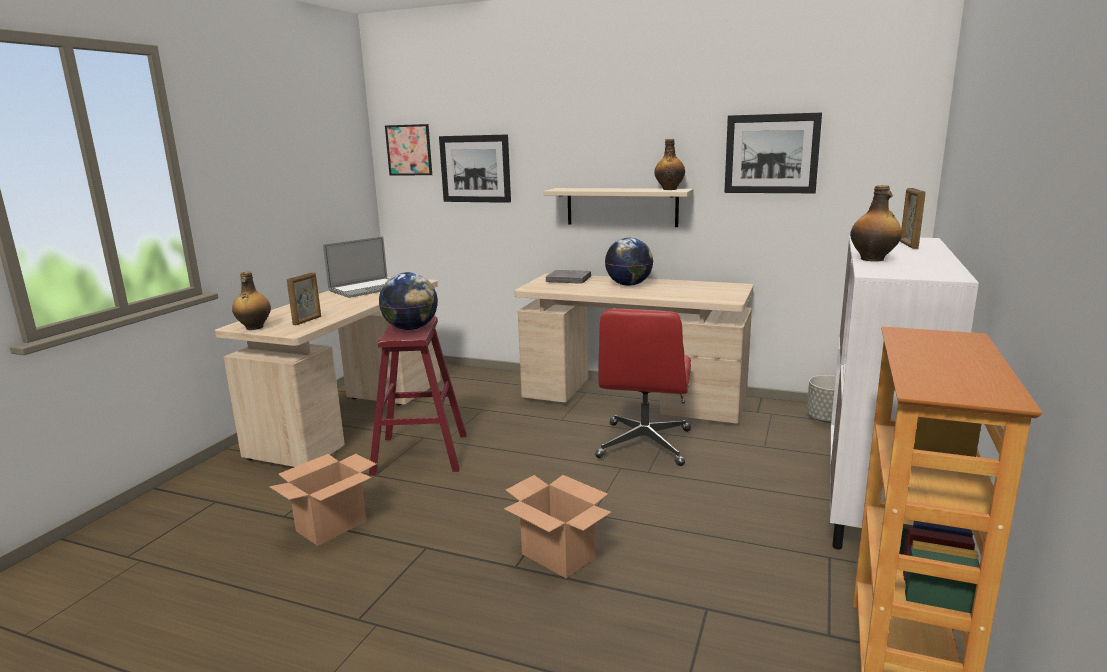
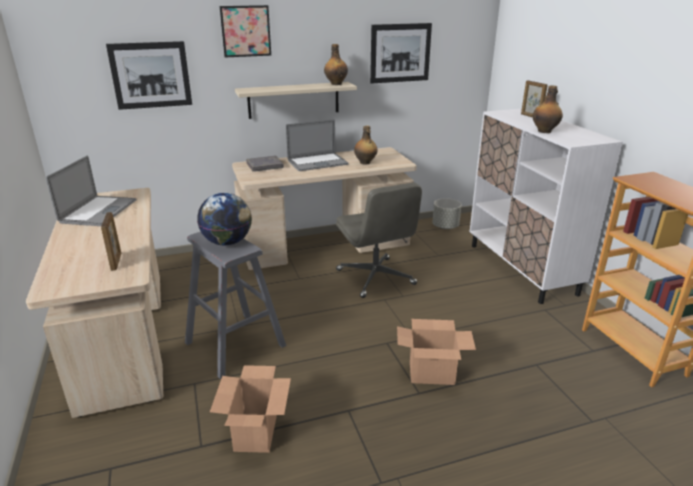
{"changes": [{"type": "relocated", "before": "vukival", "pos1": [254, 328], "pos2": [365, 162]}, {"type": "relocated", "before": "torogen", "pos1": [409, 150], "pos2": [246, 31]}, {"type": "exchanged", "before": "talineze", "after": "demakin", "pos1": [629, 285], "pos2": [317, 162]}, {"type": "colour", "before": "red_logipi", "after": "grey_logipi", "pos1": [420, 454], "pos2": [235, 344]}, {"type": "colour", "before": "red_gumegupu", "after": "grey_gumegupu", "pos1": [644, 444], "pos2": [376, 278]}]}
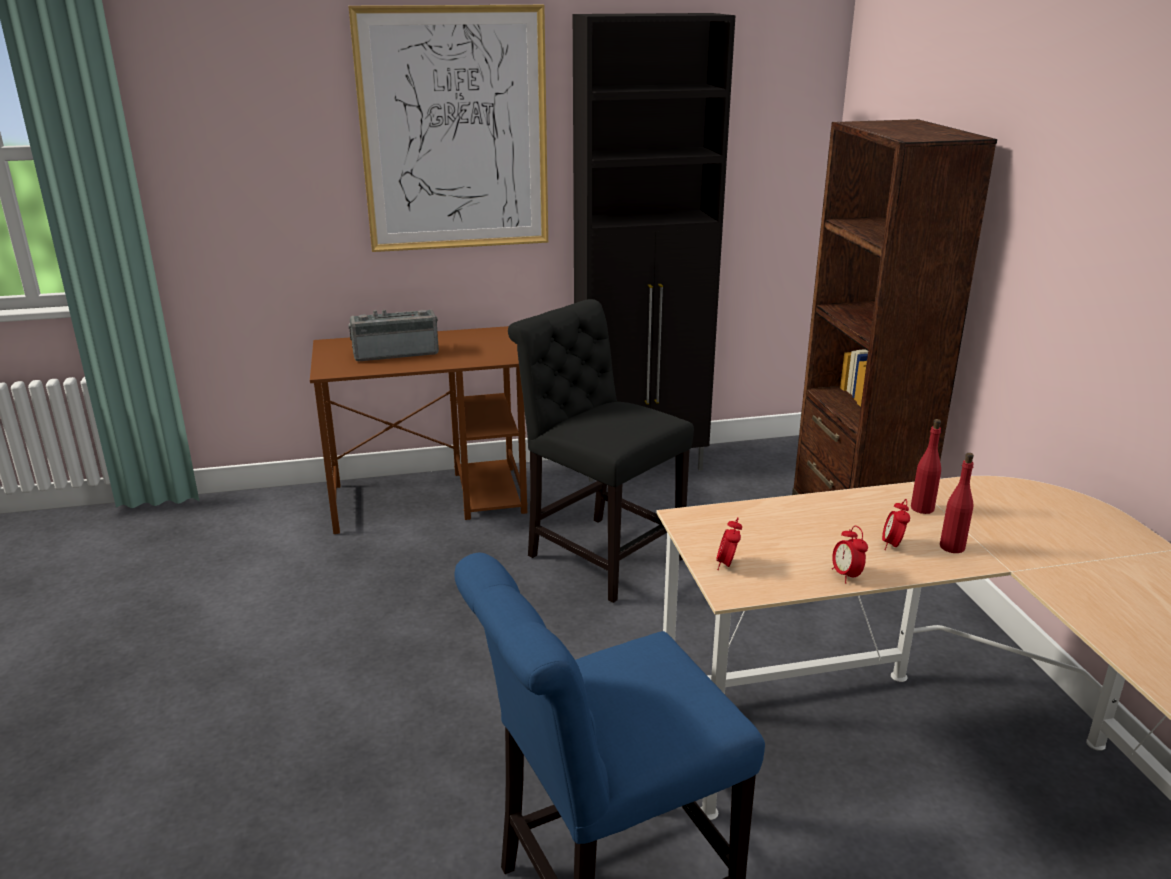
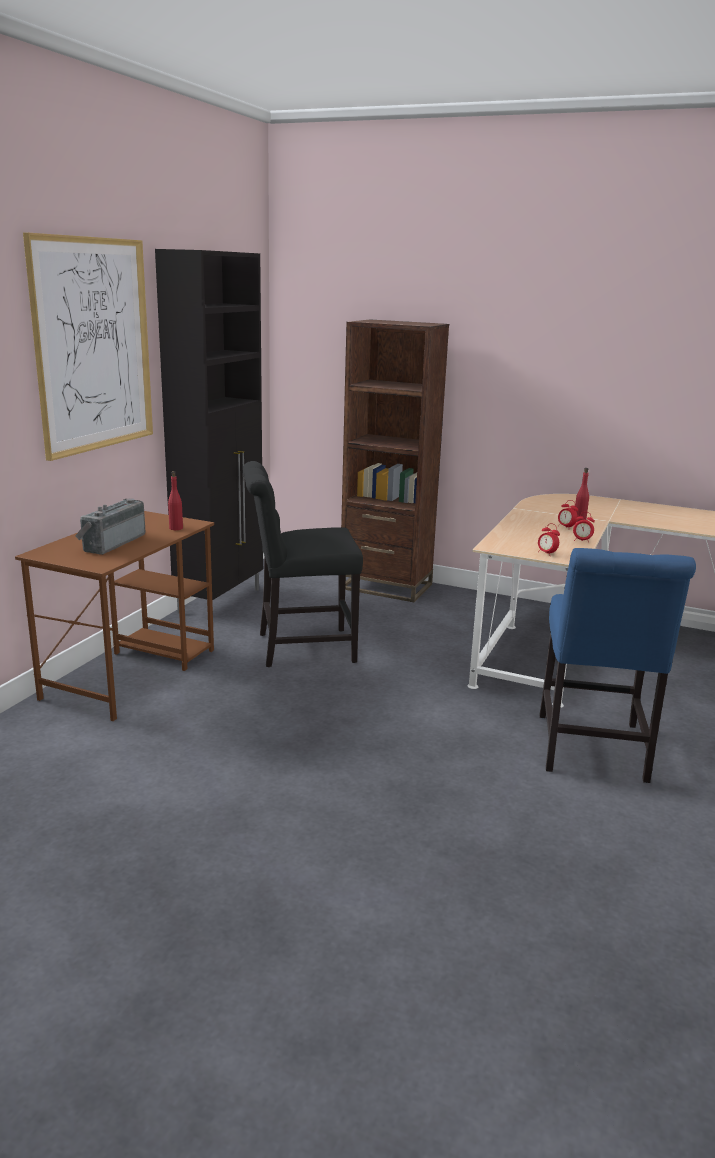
{"changes": [{"type": "relocated", "before": "red_vukival", "pos1": [922, 508], "pos2": [176, 528]}]}
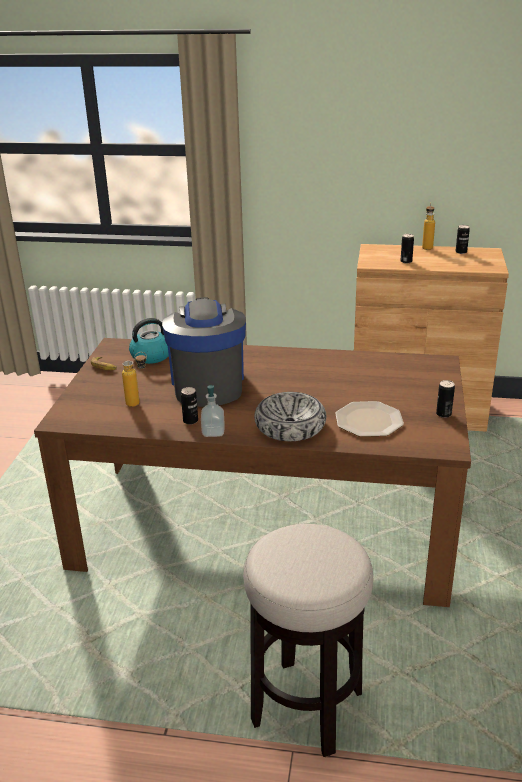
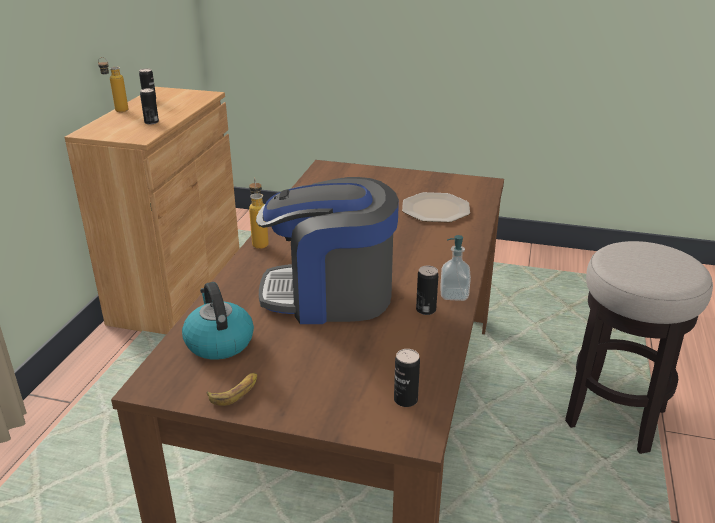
{"changes": [{"type": "missing", "before": "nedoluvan", "pos1": [290, 426]}, {"type": "relocated", "before": "vukival", "pos1": [138, 402], "pos2": [260, 242]}, {"type": "relocated", "before": "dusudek", "pos1": [443, 414], "pos2": [405, 400]}]}
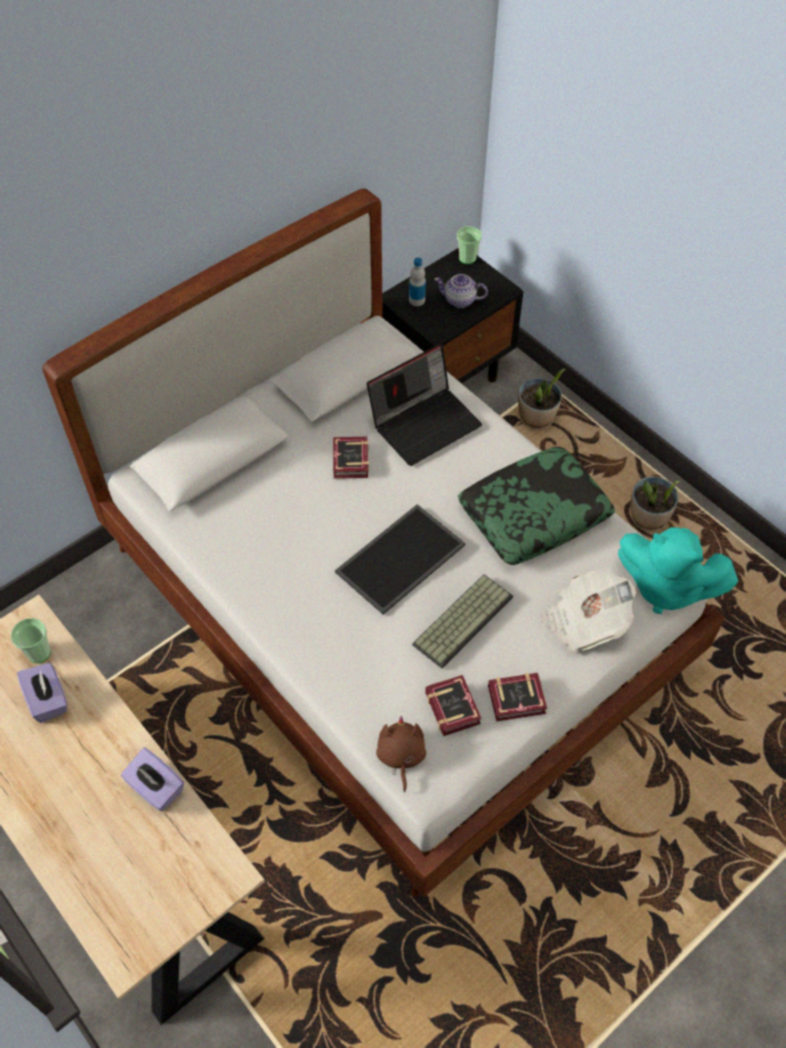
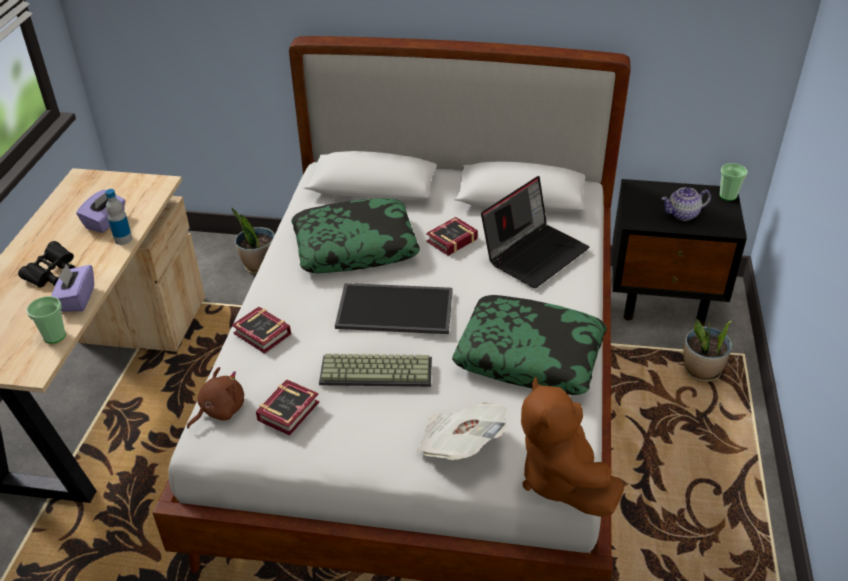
{"changes": [{"type": "appeared", "after": "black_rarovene", "pos2": [52, 275]}, {"type": "appeared", "after": "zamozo", "pos2": [355, 246]}, {"type": "relocated", "before": "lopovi", "pos1": [39, 653], "pos2": [54, 336]}, {"type": "relocated", "before": "vukival", "pos1": [417, 300], "pos2": [123, 239]}, {"type": "relocated", "before": "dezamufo", "pos1": [519, 700], "pos2": [263, 335]}, {"type": "relocated", "before": "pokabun", "pos1": [648, 519], "pos2": [259, 266]}, {"type": "colour", "before": "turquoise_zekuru", "after": "brown_zekuru", "pos1": [665, 586], "pos2": [561, 479]}, {"type": "spun", "before": "demakin", "pos1": [425, 422], "pos2": [534, 253], "turn": -60}, {"type": "spun", "before": "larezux", "pos1": [459, 300], "pos2": [682, 214], "turn": -75}]}
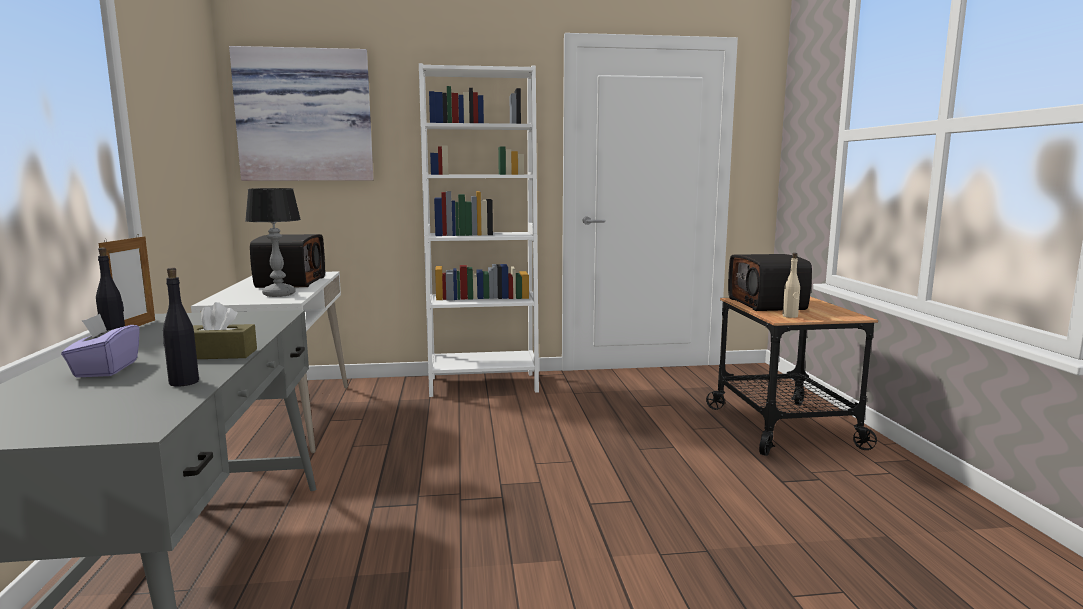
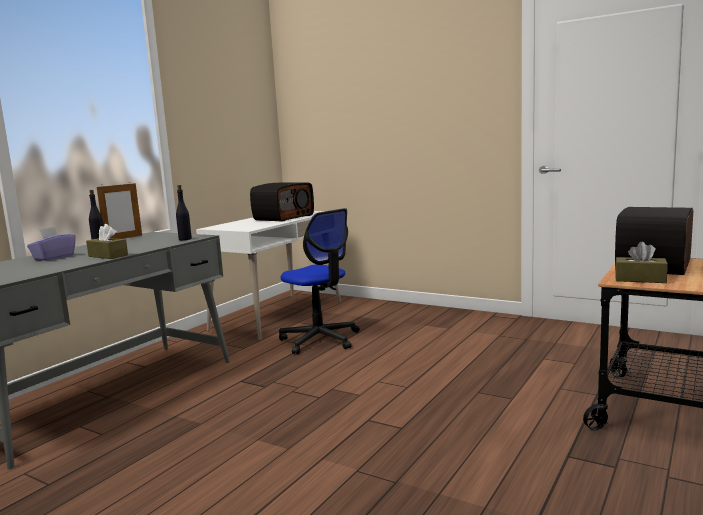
{"changes": [{"type": "missing", "before": "torogen", "pos1": [305, 116]}, {"type": "missing", "before": "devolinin", "pos1": [278, 294]}, {"type": "missing", "before": "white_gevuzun", "pos1": [483, 384]}, {"type": "appeared", "after": "gumegupu", "pos2": [320, 340]}, {"type": "relocated", "before": "black_vukival", "pos1": [183, 382], "pos2": [185, 239]}, {"type": "exchanged", "before": "beige_vukival", "after": "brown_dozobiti", "pos1": [790, 316], "pos2": [640, 279]}]}
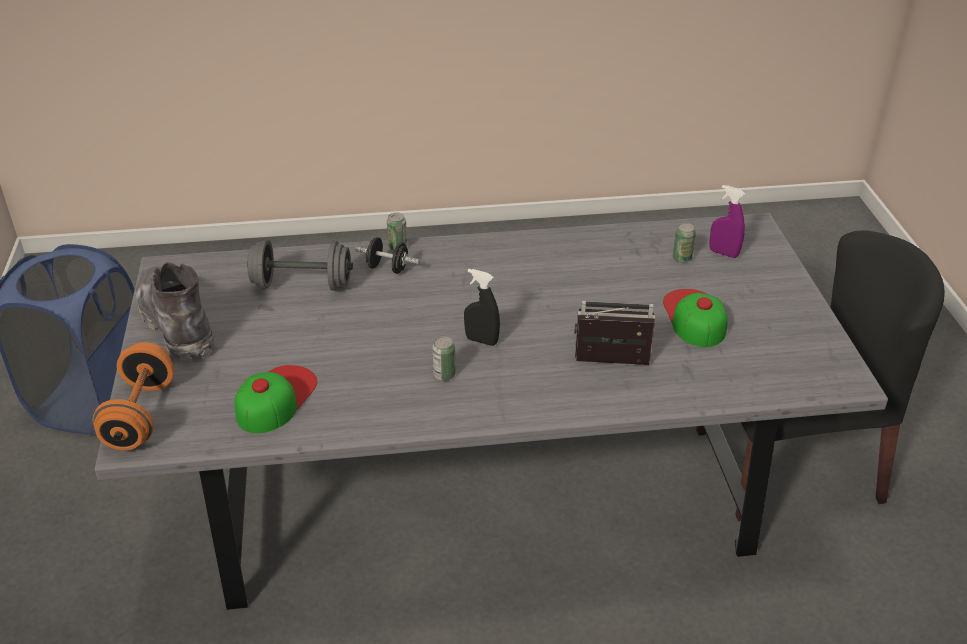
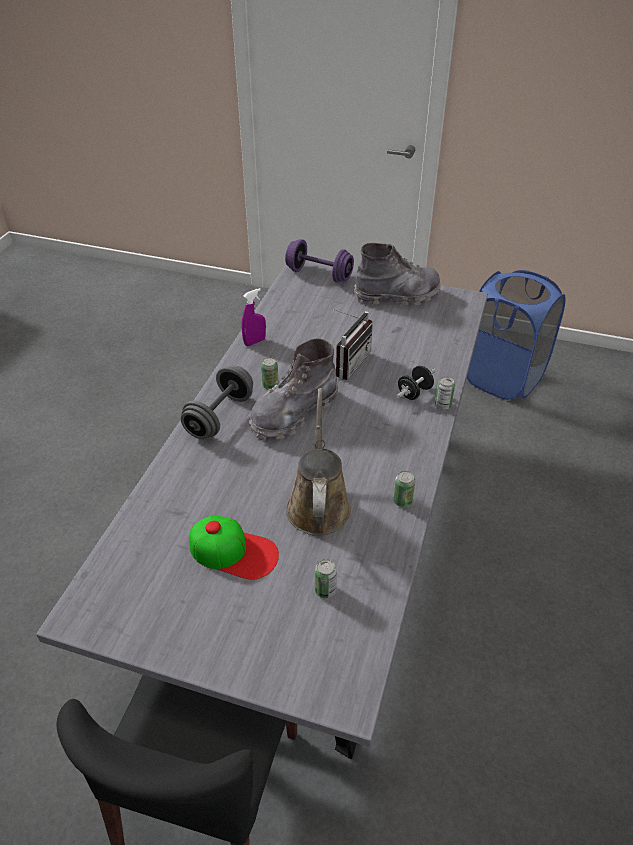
{"changes": [{"type": "missing", "before": "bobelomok", "pos1": [275, 398]}, {"type": "appeared", "after": "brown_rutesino", "pos2": [318, 504]}, {"type": "appeared", "after": "dusudek", "pos2": [402, 501]}, {"type": "relocated", "before": "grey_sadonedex", "pos1": [302, 284], "pos2": [219, 416]}, {"type": "relocated", "before": "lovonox", "pos1": [611, 365], "pos2": [348, 362]}, {"type": "relocated", "before": "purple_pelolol", "pos1": [723, 253], "pos2": [254, 342]}, {"type": "exchanged", "before": "black_pelolol", "after": "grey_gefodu", "pos1": [481, 340], "pos2": [293, 413]}, {"type": "colour", "before": "orange_sadonedex", "after": "purple_sadonedex", "pos1": [140, 415], "pos2": [319, 275]}]}
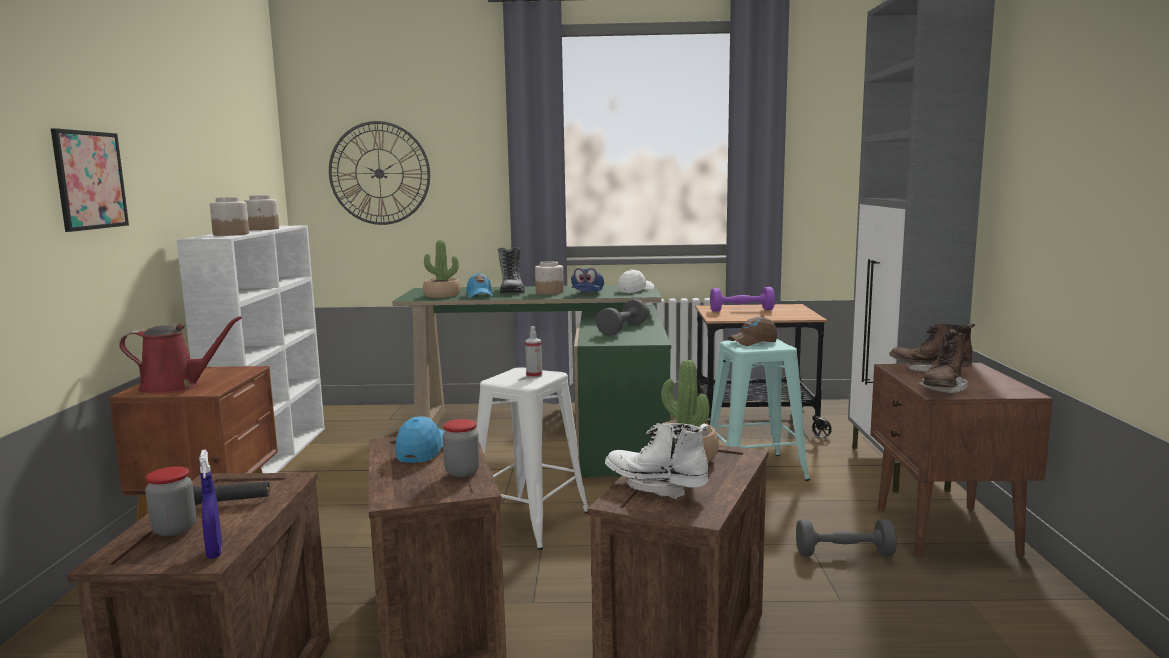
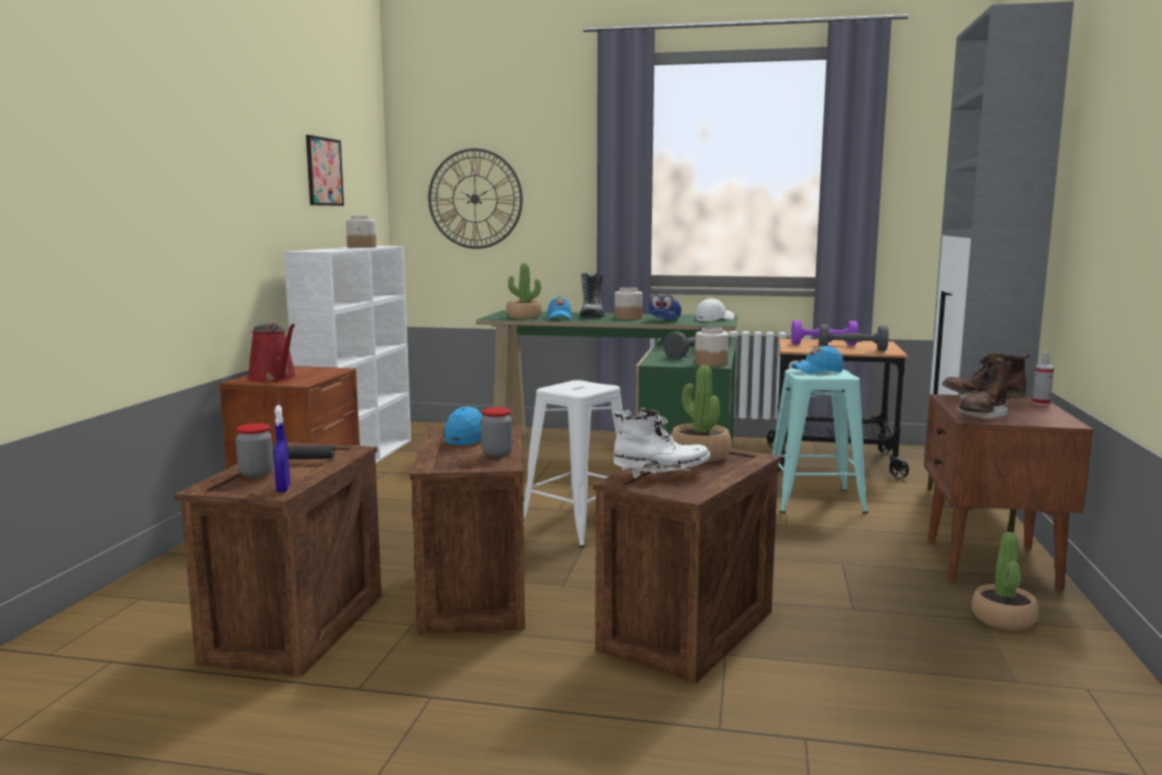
{"changes": [{"type": "appeared", "after": "pokabun", "pos2": [1003, 619]}, {"type": "relocated", "before": "torogen", "pos1": [90, 180], "pos2": [324, 171]}, {"type": "relocated", "before": "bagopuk", "pos1": [231, 234], "pos2": [711, 363]}, {"type": "relocated", "before": "pelolol", "pos1": [534, 376], "pos2": [1041, 403]}, {"type": "relocated", "before": "grey_sadonedex", "pos1": [844, 554], "pos2": [852, 349]}, {"type": "colour", "before": "brown_bobelomok", "after": "blue_bobelomok", "pos1": [752, 342], "pos2": [817, 371]}, {"type": "spun", "before": "red_rutesino", "pos1": [176, 386], "pos2": [274, 378], "turn": 45}, {"type": "spun", "before": "white_gefodu", "pos1": [656, 487], "pos2": [660, 474], "turn": 135}]}
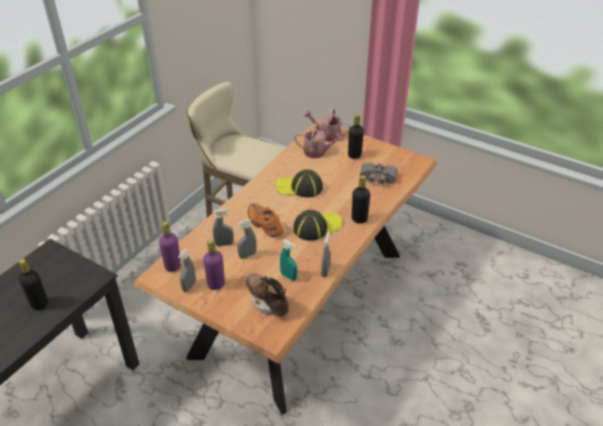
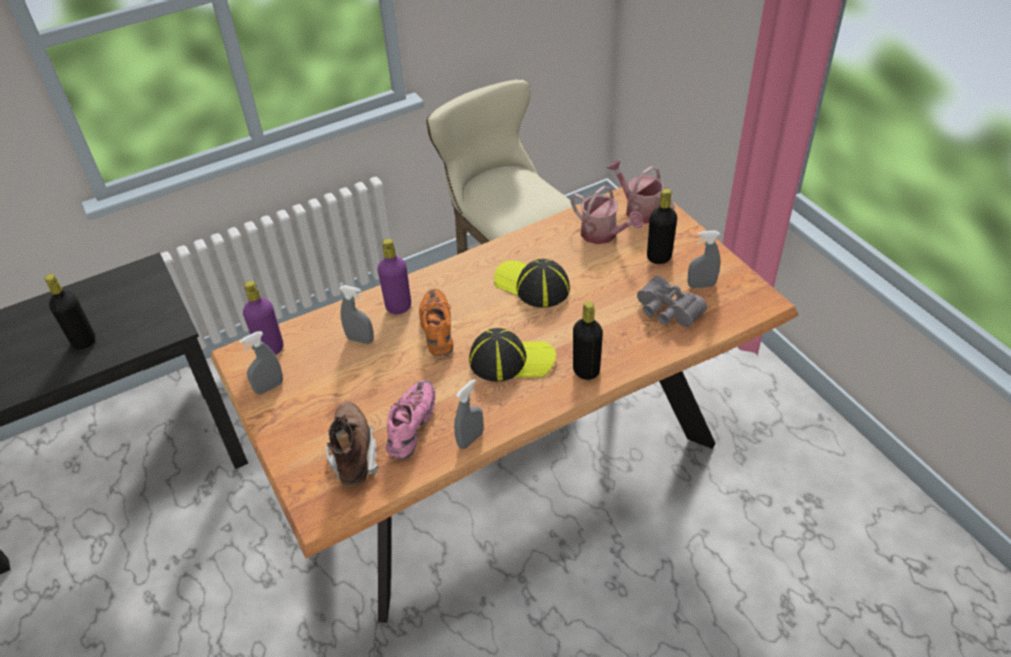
{"changes": [{"type": "relocated", "before": "purple_vukival", "pos1": [216, 284], "pos2": [398, 307]}, {"type": "relocated", "before": "grey_pelolol", "pos1": [247, 255], "pos2": [701, 285]}, {"type": "exchanged", "before": "turquoise_pelolol", "after": "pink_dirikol", "pos1": [288, 276], "pos2": [411, 425]}]}
